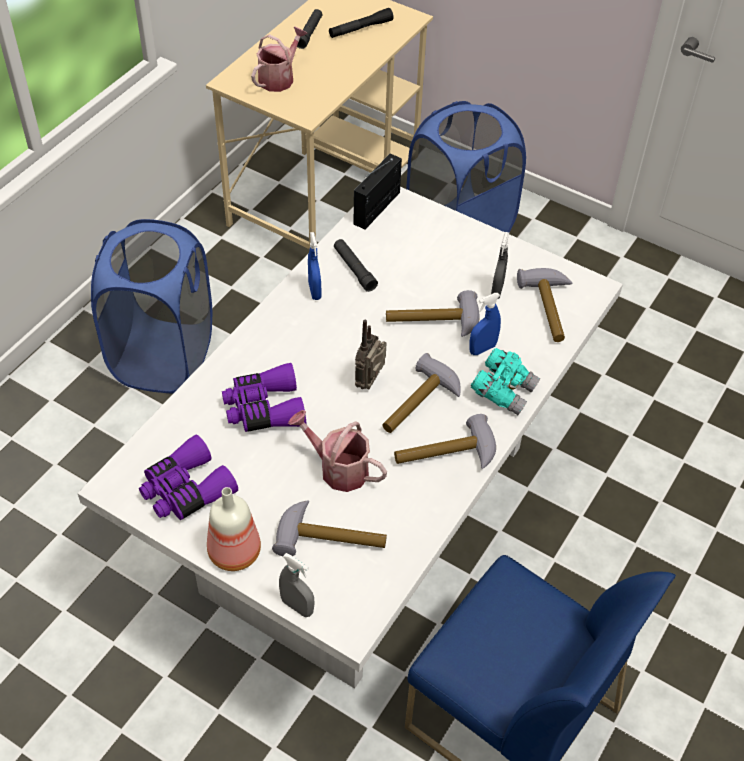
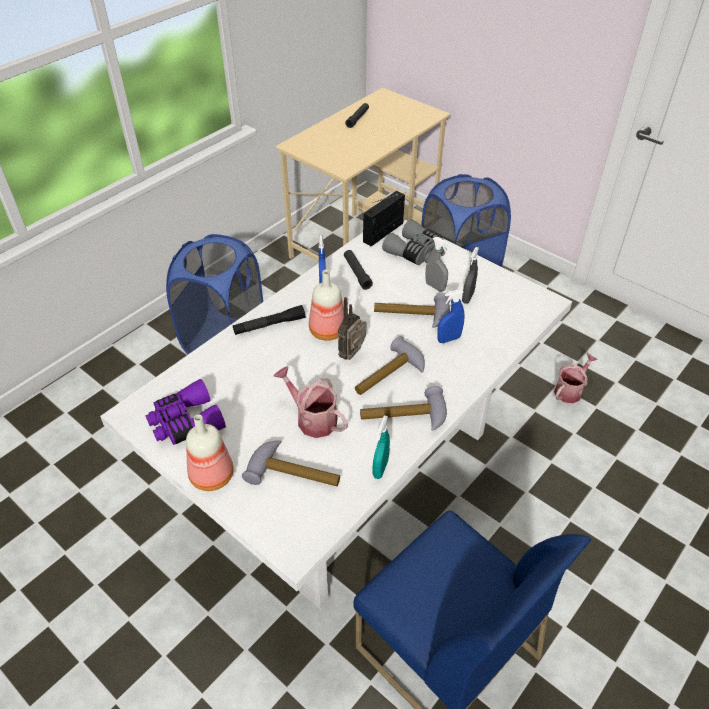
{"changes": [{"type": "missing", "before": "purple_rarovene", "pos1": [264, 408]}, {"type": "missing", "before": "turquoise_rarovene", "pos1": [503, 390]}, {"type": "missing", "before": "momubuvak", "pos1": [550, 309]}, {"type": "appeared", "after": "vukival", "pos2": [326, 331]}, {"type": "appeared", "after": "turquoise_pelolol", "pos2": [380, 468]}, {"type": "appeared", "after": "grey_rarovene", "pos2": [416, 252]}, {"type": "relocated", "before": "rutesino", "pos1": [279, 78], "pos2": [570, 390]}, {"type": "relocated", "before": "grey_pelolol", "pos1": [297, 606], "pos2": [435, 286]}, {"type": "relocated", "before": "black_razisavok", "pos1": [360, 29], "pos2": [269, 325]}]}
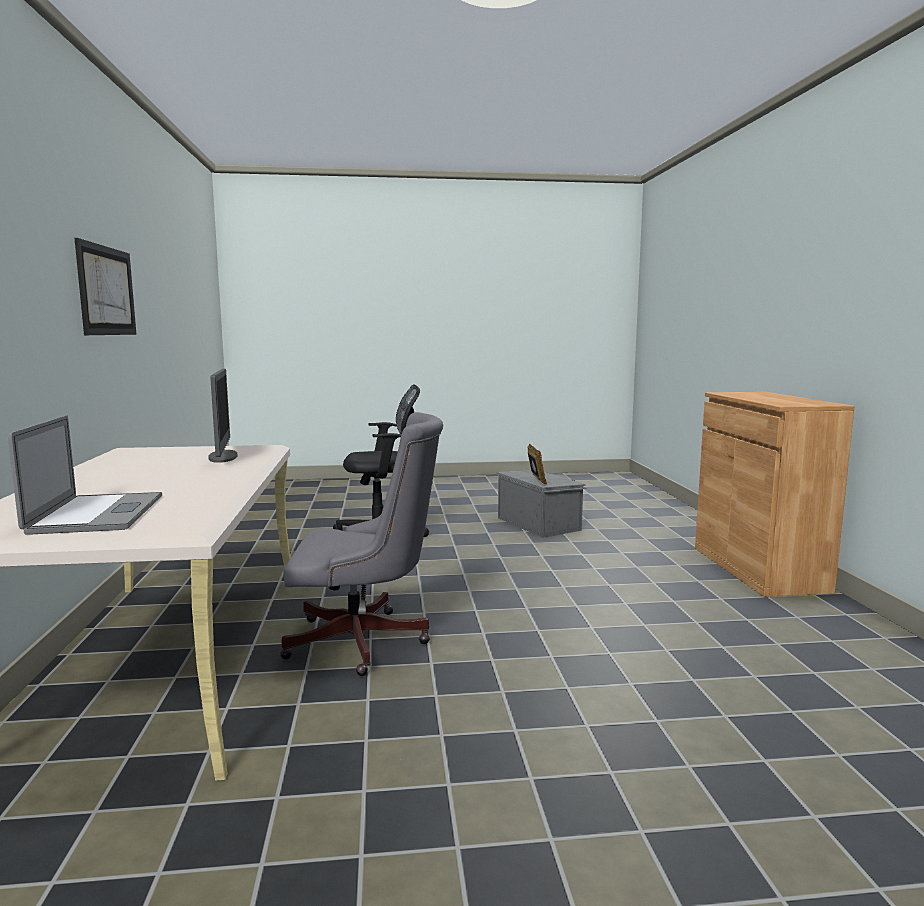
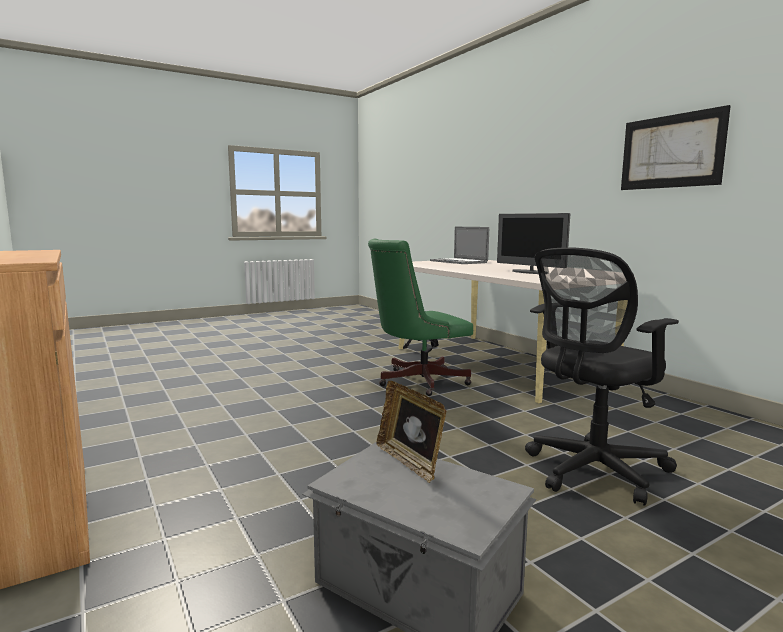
{"changes": [{"type": "colour", "before": "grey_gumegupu", "after": "green_gumegupu", "pos1": [366, 642], "pos2": [417, 382]}]}
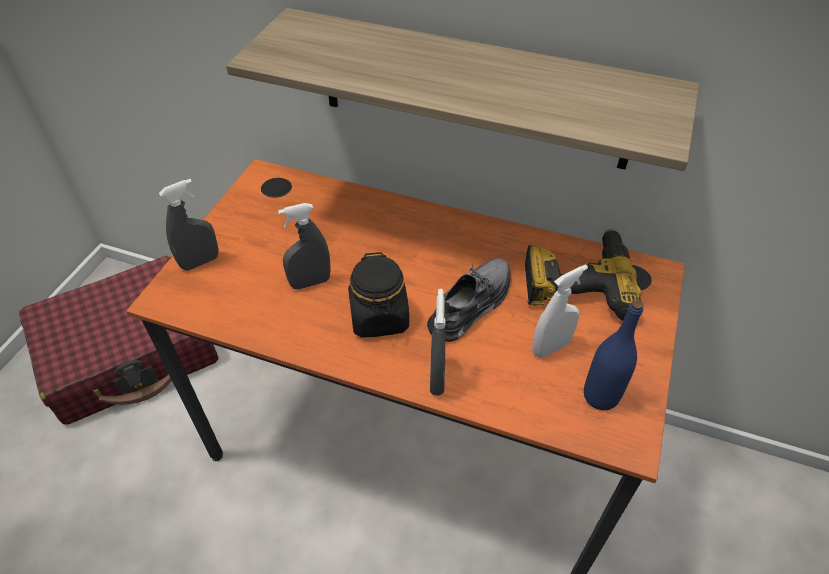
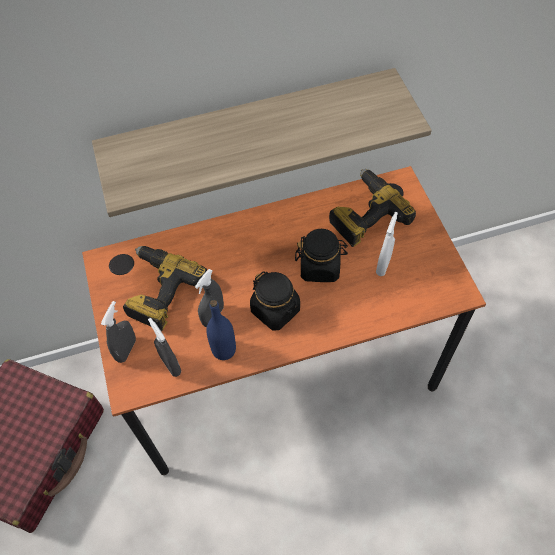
{"changes": [{"type": "appeared", "after": "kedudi", "pos2": [159, 292]}, {"type": "relocated", "before": "grey_pelolol", "pos1": [437, 378], "pos2": [171, 365]}, {"type": "relocated", "before": "blue_vukival", "pos1": [600, 396], "pos2": [224, 350]}, {"type": "exchanged", "before": "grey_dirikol", "after": "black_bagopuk", "pos1": [471, 304], "pos2": [320, 267]}]}
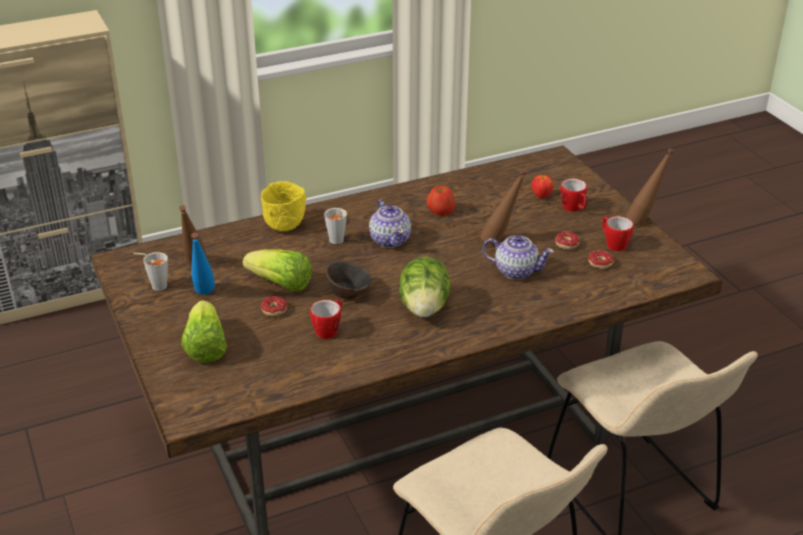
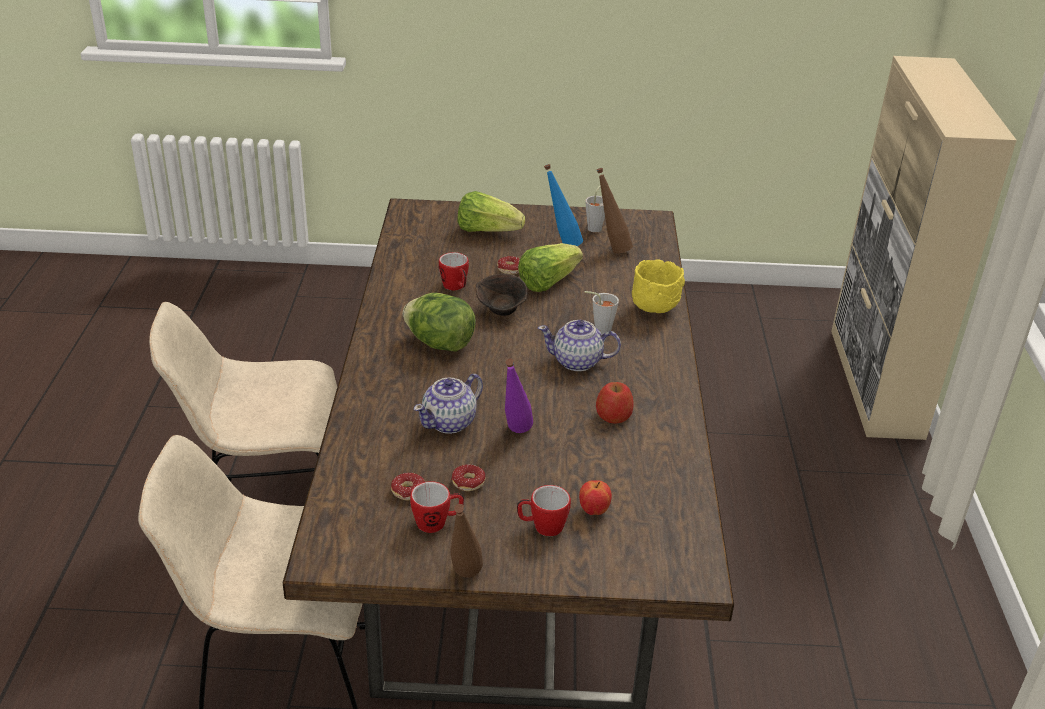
{"changes": [{"type": "colour", "before": "brown_vukival", "after": "purple_vukival", "pos1": [501, 241], "pos2": [515, 434]}]}
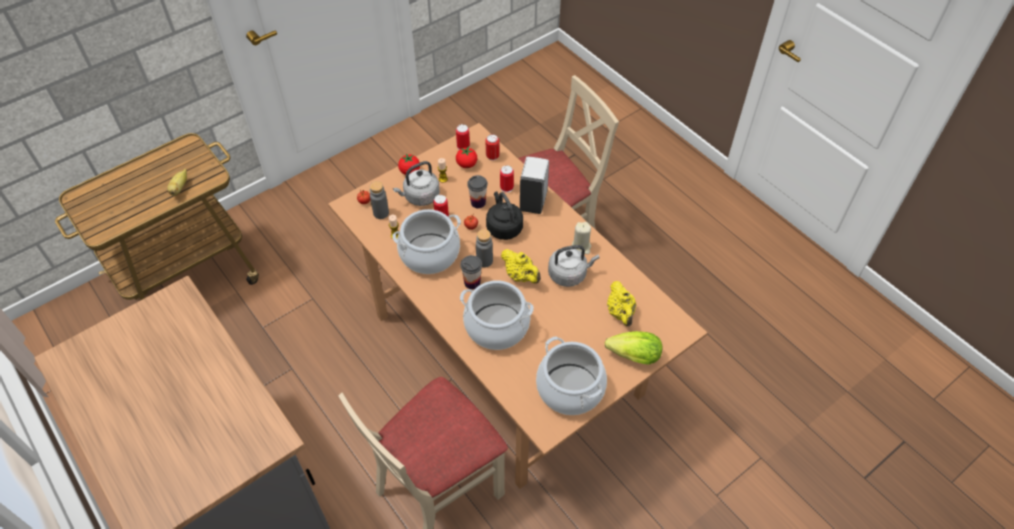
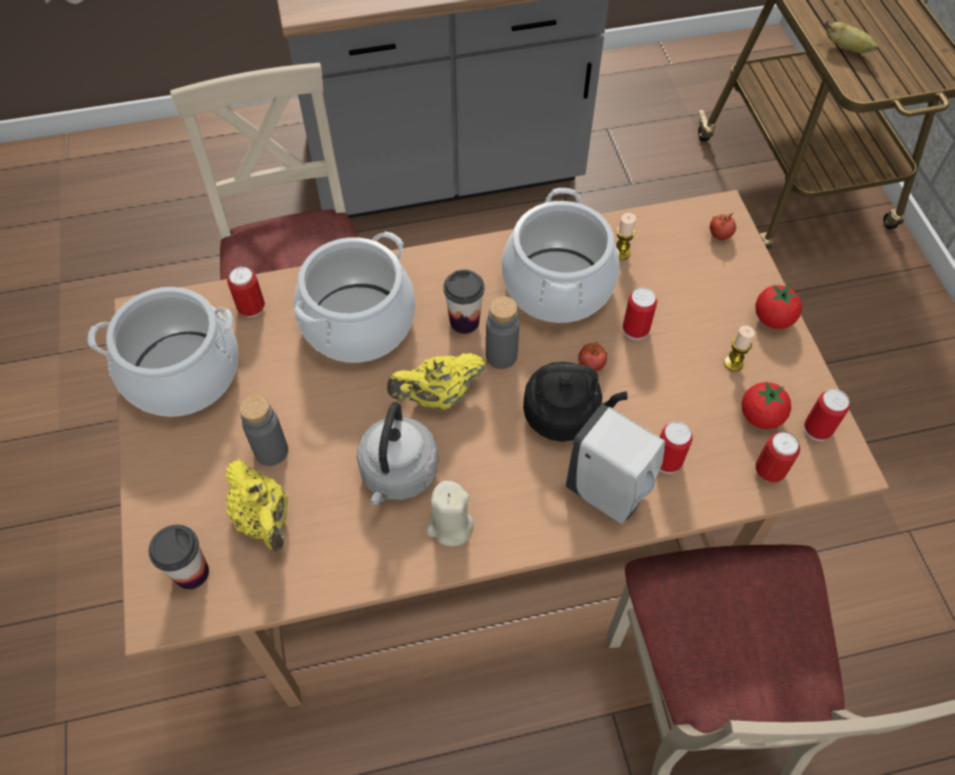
{"changes": [{"type": "missing", "before": "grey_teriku", "pos1": [420, 197]}, {"type": "missing", "before": "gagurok", "pos1": [631, 356]}, {"type": "appeared", "after": "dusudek", "pos2": [251, 308]}, {"type": "relocated", "before": "grey_vukival", "pos1": [381, 213], "pos2": [271, 451]}, {"type": "relocated", "before": "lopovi", "pos1": [478, 202], "pos2": [191, 572]}, {"type": "spun", "before": "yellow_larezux", "pos1": [620, 313], "pos2": [264, 519], "turn": -135}]}
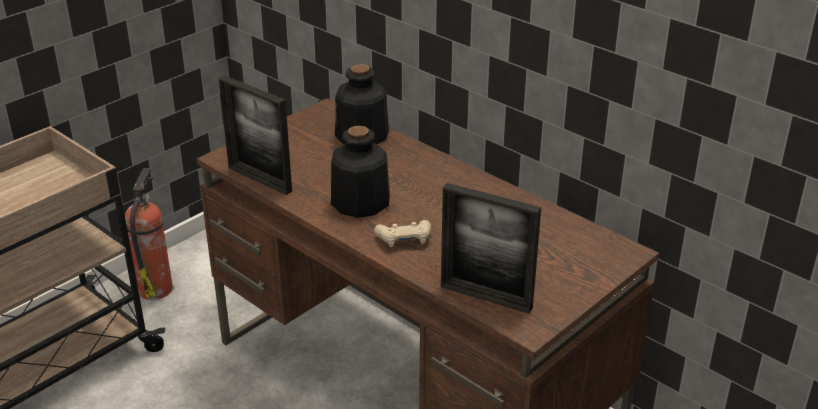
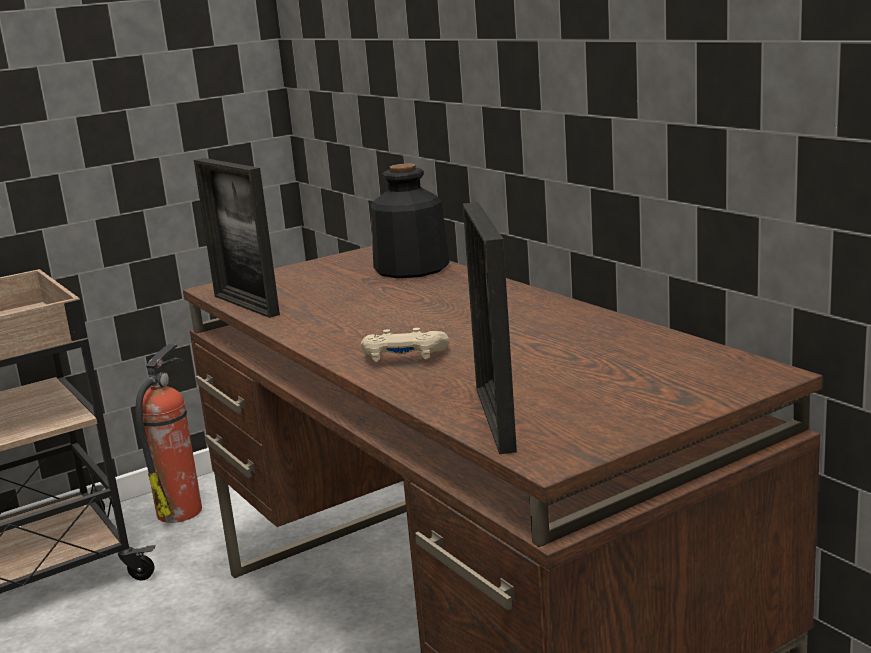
{"changes": [{"type": "missing", "before": "vukival", "pos1": [360, 202]}, {"type": "spun", "before": "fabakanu", "pos1": [486, 297], "pos2": [495, 418], "turn": 45}]}
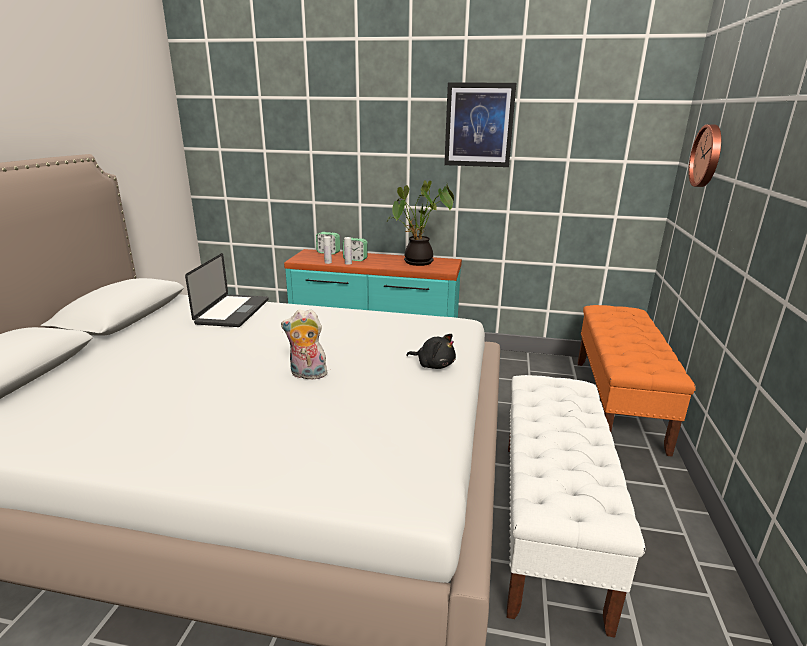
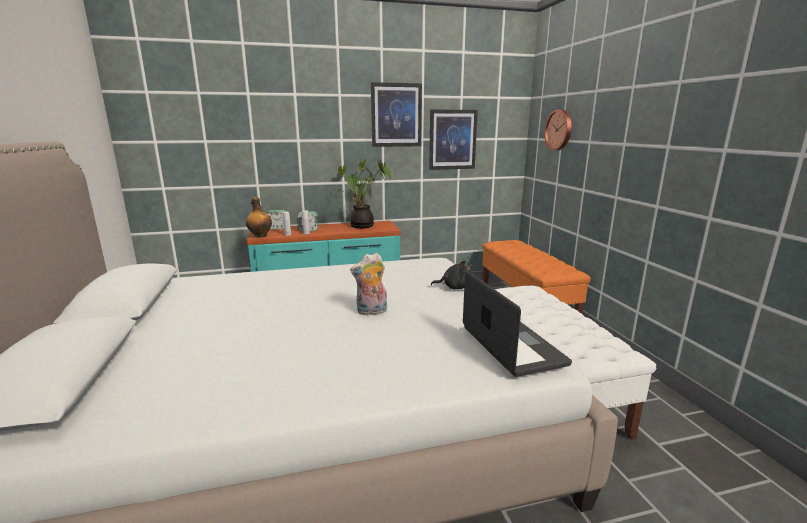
{"changes": [{"type": "appeared", "after": "vukival", "pos2": [260, 236]}, {"type": "appeared", "after": "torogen", "pos2": [452, 140]}, {"type": "relocated", "before": "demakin", "pos1": [233, 312], "pos2": [512, 346]}]}
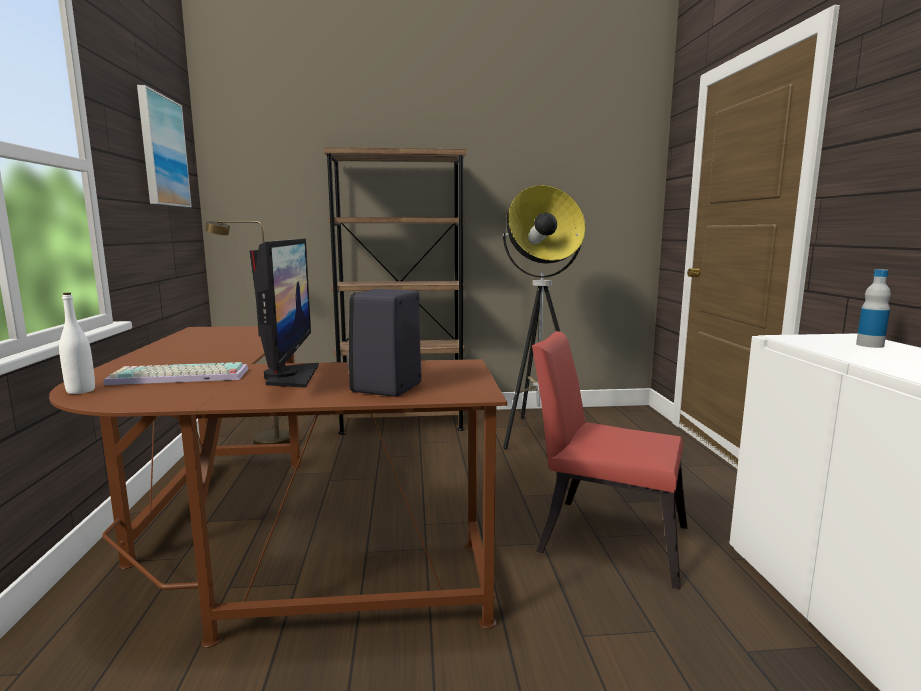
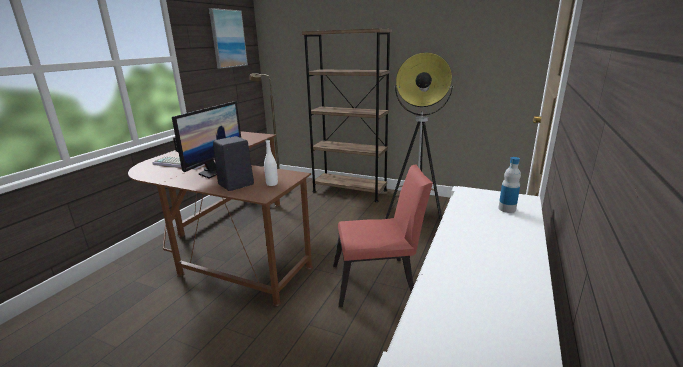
{"changes": [{"type": "relocated", "before": "white_vukival", "pos1": [81, 391], "pos2": [272, 184]}, {"type": "spun", "before": "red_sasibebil", "pos1": [604, 536], "pos2": [379, 282], "turn": 120}]}
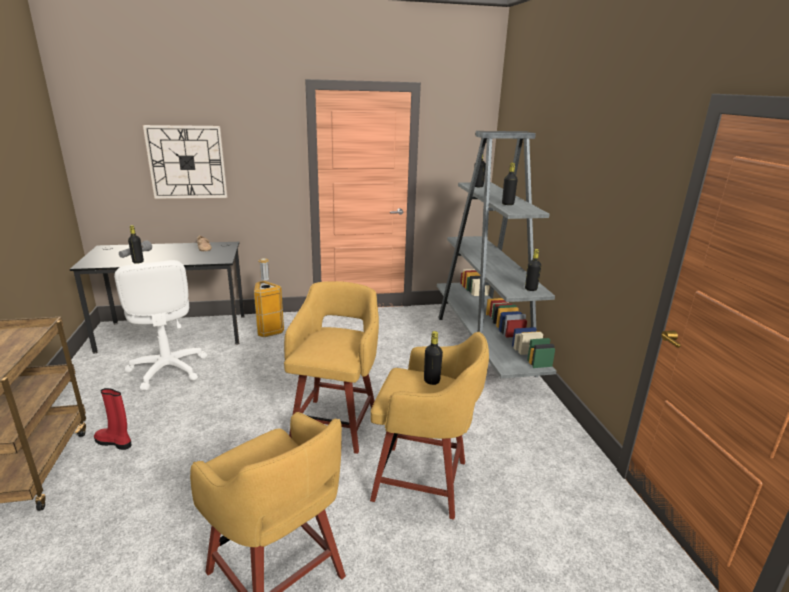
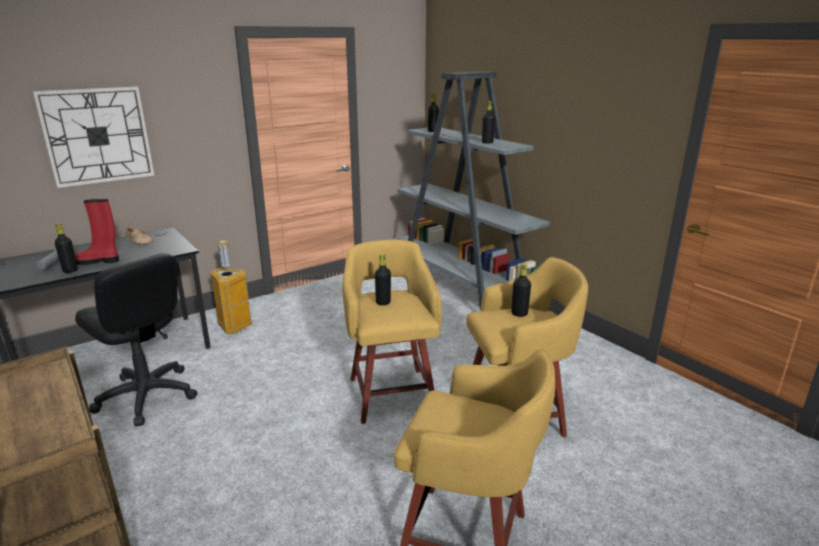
{"changes": [{"type": "relocated", "before": "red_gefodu", "pos1": [115, 442], "pos2": [98, 261]}, {"type": "relocated", "before": "black_vukival", "pos1": [531, 289], "pos2": [383, 302]}, {"type": "colour", "before": "white_gumegupu", "after": "black_gumegupu", "pos1": [167, 369], "pos2": [147, 396]}]}
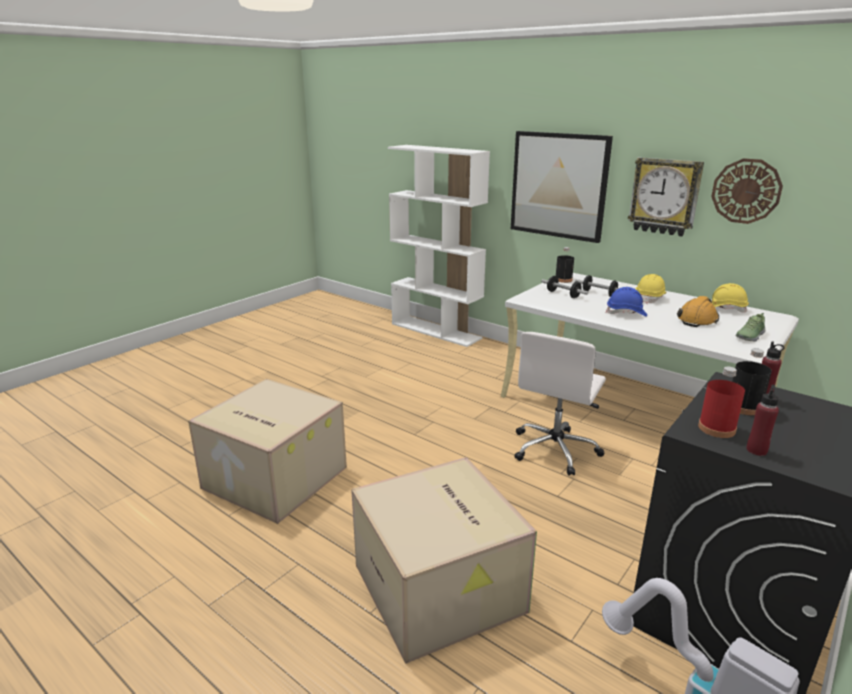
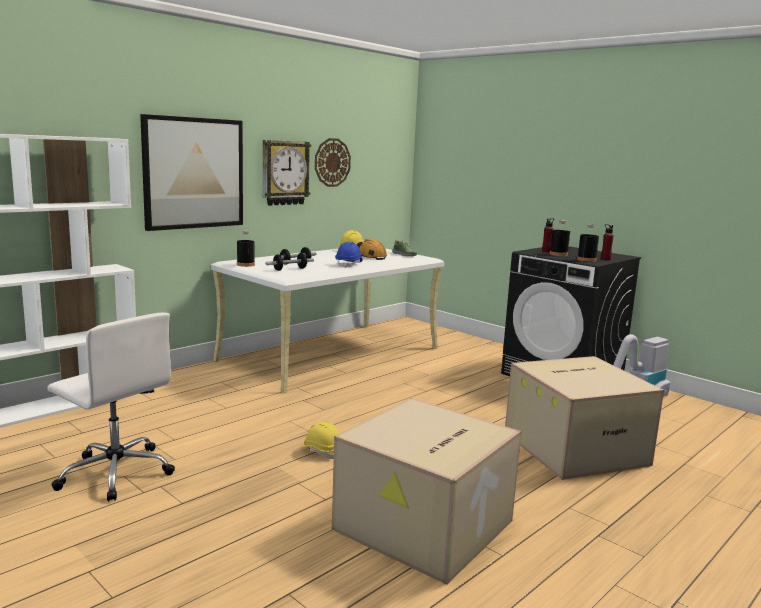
{"changes": [{"type": "relocated", "before": "white_gumegupu", "pos1": [555, 449], "pos2": [115, 472]}, {"type": "relocated", "before": "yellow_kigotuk", "pos1": [650, 298], "pos2": [322, 451]}, {"type": "colour", "before": "red_vukival", "after": "black_vukival", "pos1": [716, 428], "pos2": [586, 260]}]}
